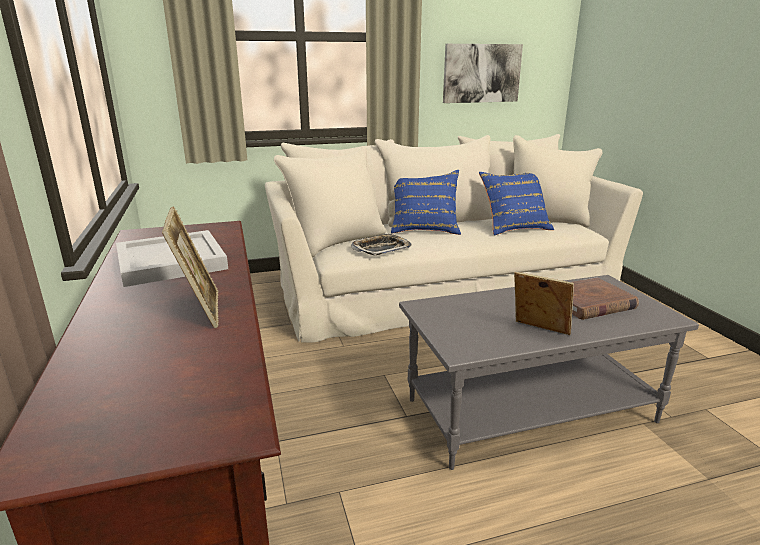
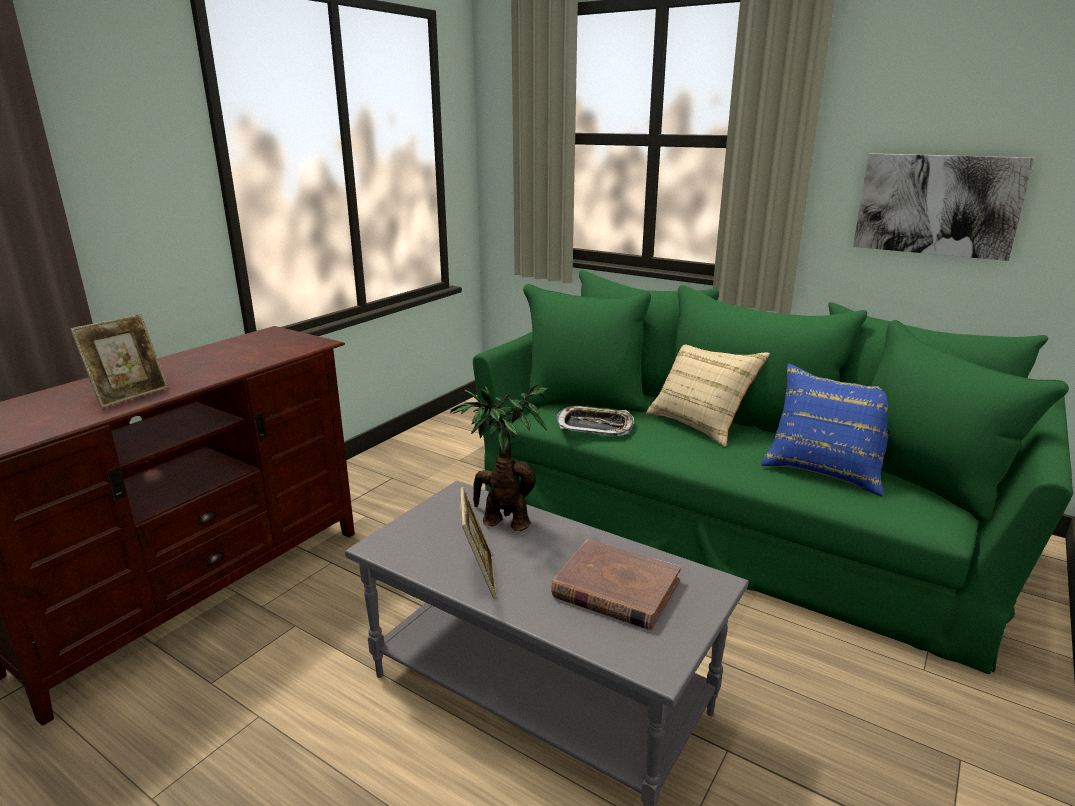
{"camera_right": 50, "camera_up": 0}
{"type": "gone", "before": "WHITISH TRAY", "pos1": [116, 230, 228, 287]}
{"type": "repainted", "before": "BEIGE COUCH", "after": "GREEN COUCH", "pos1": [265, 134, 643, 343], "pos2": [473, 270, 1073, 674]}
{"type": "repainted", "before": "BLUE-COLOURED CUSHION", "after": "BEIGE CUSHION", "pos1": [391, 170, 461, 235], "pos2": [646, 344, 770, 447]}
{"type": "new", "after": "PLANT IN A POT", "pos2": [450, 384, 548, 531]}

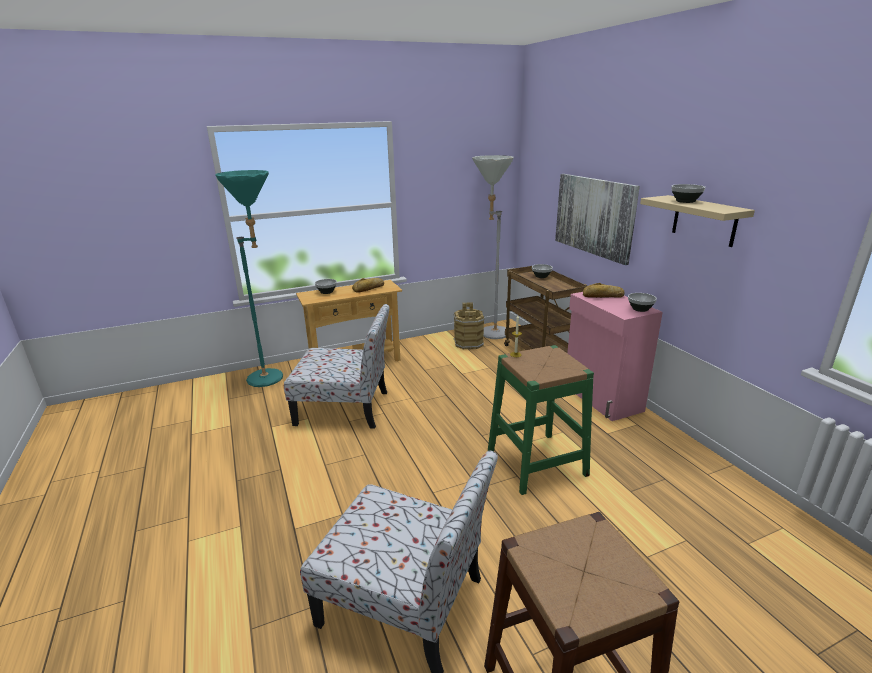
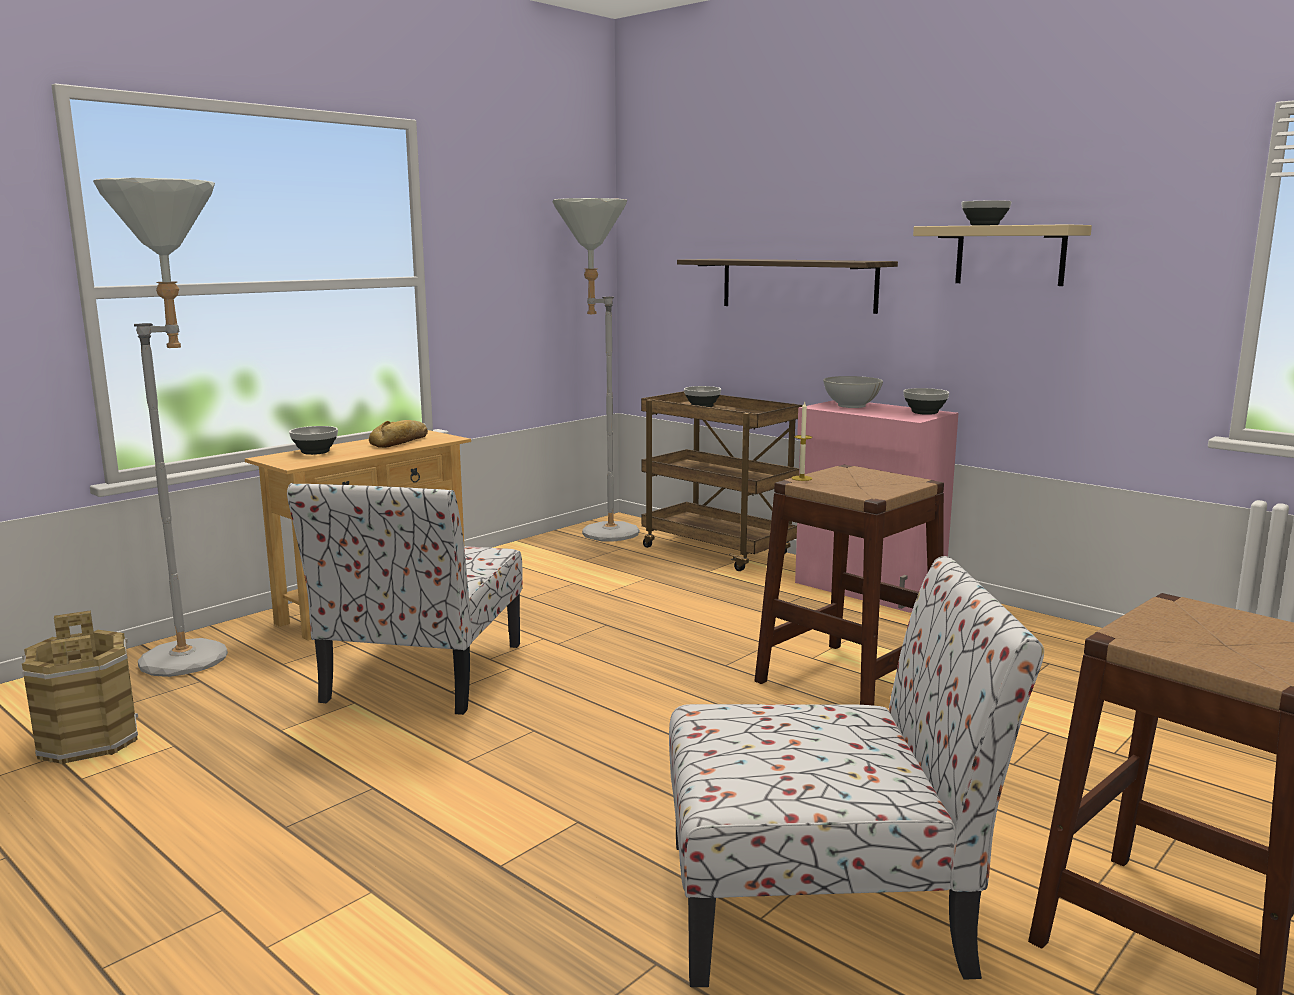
{"camera_right": -25, "camera_up": -10}
{"type": "repainted", "before": "BLUE-GREEN FLOOR LAMP", "after": "GREY FLOOR LAMP", "pos1": [215, 170, 283, 387], "pos2": [93, 178, 228, 677]}
{"type": "rotated", "before": "UPRIGHT CHAIR", "pos1": [284, 304, 390, 428], "pos2": [287, 483, 523, 715], "turn": 120}
{"type": "shifted", "before": "BROWN BUCKET", "pos1": [453, 302, 484, 349], "pos2": [22, 610, 138, 764]}
{"type": "repainted", "before": "GREEN STOOL", "after": "BROWN STOOL", "pos1": [488, 345, 594, 495], "pos2": [754, 465, 944, 706]}
{"type": "swapped", "before": "WALL PICTURE", "after": "WALL SHELF", "pos1": [555, 174, 640, 265], "pos2": [677, 259, 898, 314]}
{"type": "swapped", "before": "BAKERY BREAD", "after": "WHITISH DEEP DISH", "pos1": [583, 283, 625, 298], "pos2": [823, 376, 883, 408]}

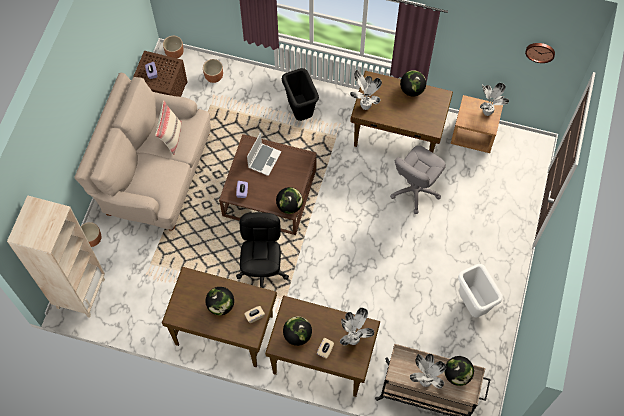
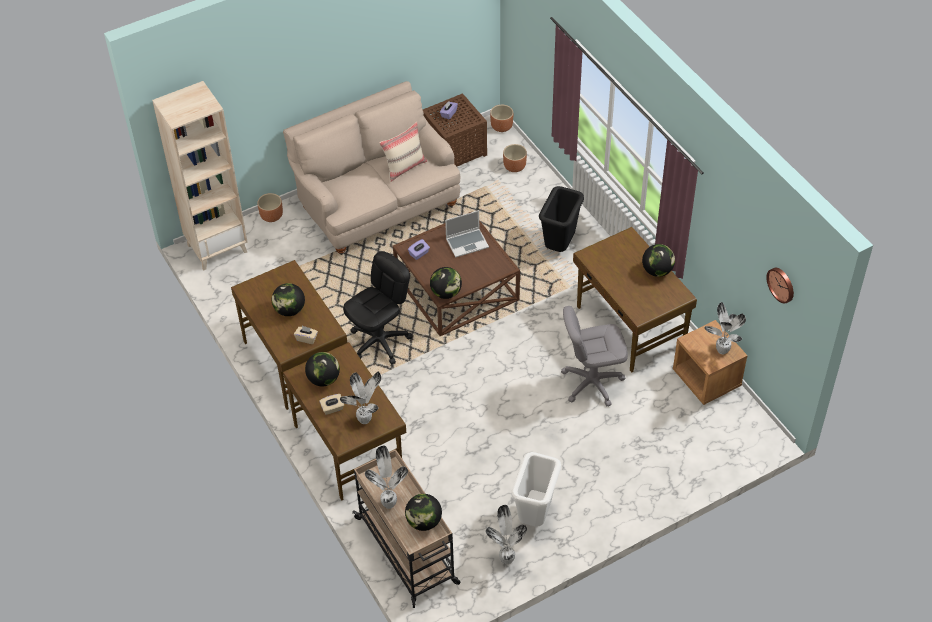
{"camera_right": 45, "camera_up": -15}
{"type": "shifted", "before": "PLANT IN A POT", "pos1": [350, 70, 382, 110], "pos2": [486, 505, 527, 564]}

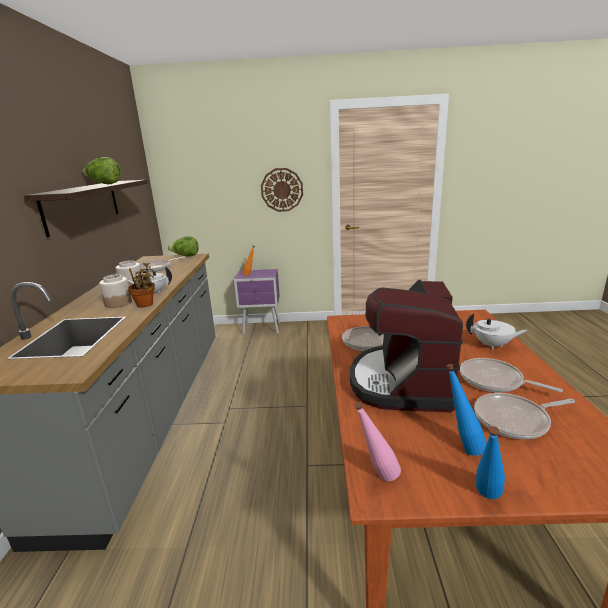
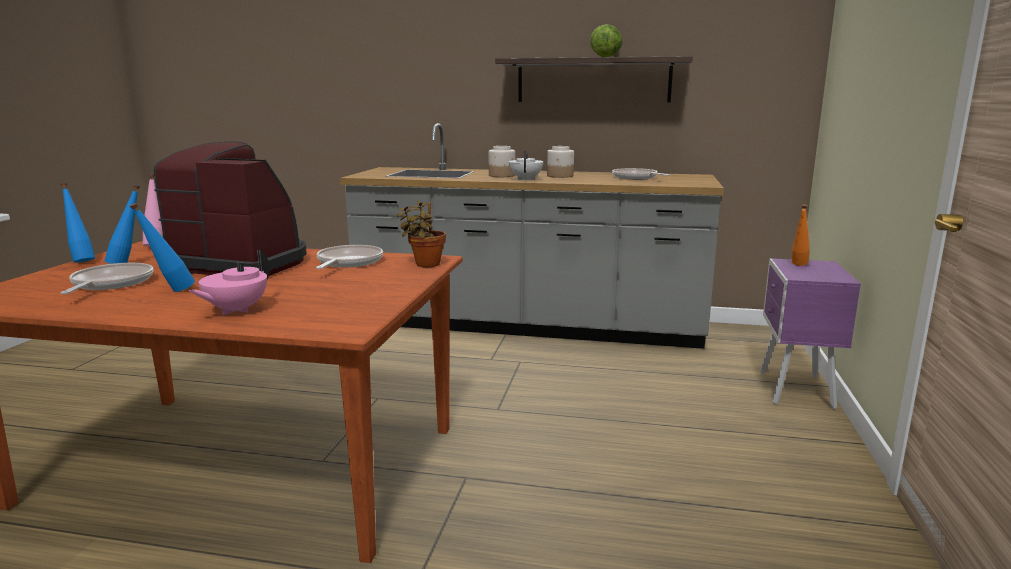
{"camera_right": 100, "camera_up": -5}
{"type": "shifted", "before": "PLANT IN A POT", "pos1": [128, 263, 155, 308], "pos2": [397, 201, 446, 267]}
{"type": "gone", "before": "HEAD OF LETTUCE", "pos1": [168, 236, 199, 257]}
{"type": "gone", "before": "WALL CLOCK", "pos1": [261, 168, 303, 212]}
{"type": "swapped", "before": "FRYING PAN", "after": "BLUE-COLOURED DRINK BOTTLE", "pos1": [460, 358, 563, 392], "pos2": [130, 203, 195, 292]}
{"type": "repainted", "before": "WHITISH TEA POT", "after": "PINKISH TEA POT", "pos1": [466, 313, 528, 350], "pos2": [189, 250, 270, 315]}

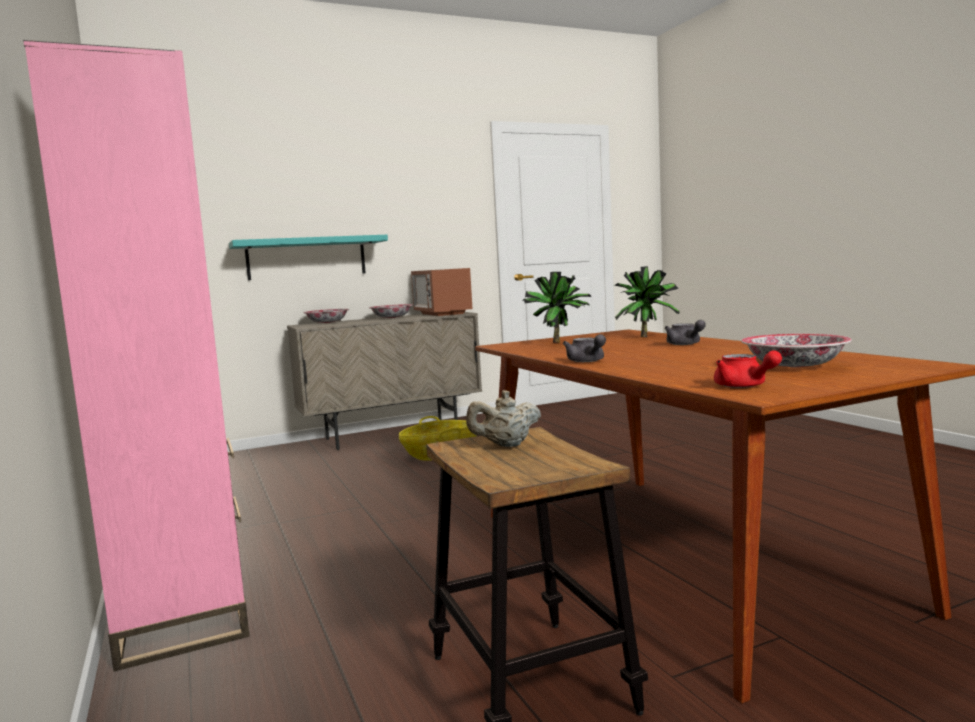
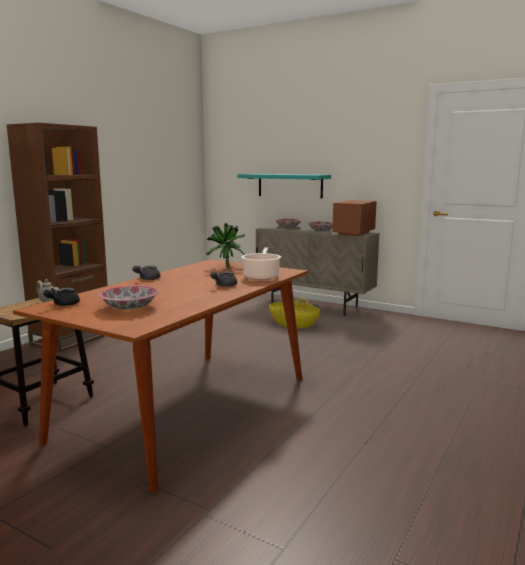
{"camera_right": 55, "camera_up": 5}
{"type": "repainted", "before": "PINKISH SHELVING UNIT", "after": "BROWN SHELVING UNIT", "pos1": [23, 40, 249, 672], "pos2": [6, 123, 108, 352]}
{"type": "swapped", "before": "PLANT IN A POT", "after": "STOCKPOT", "pos1": [614, 266, 680, 337], "pos2": [241, 248, 281, 280]}
{"type": "repainted", "before": "REDDISH TEA POT", "after": "BLACK-COLOURED TEA POT", "pos1": [714, 351, 782, 388], "pos2": [43, 288, 80, 306]}

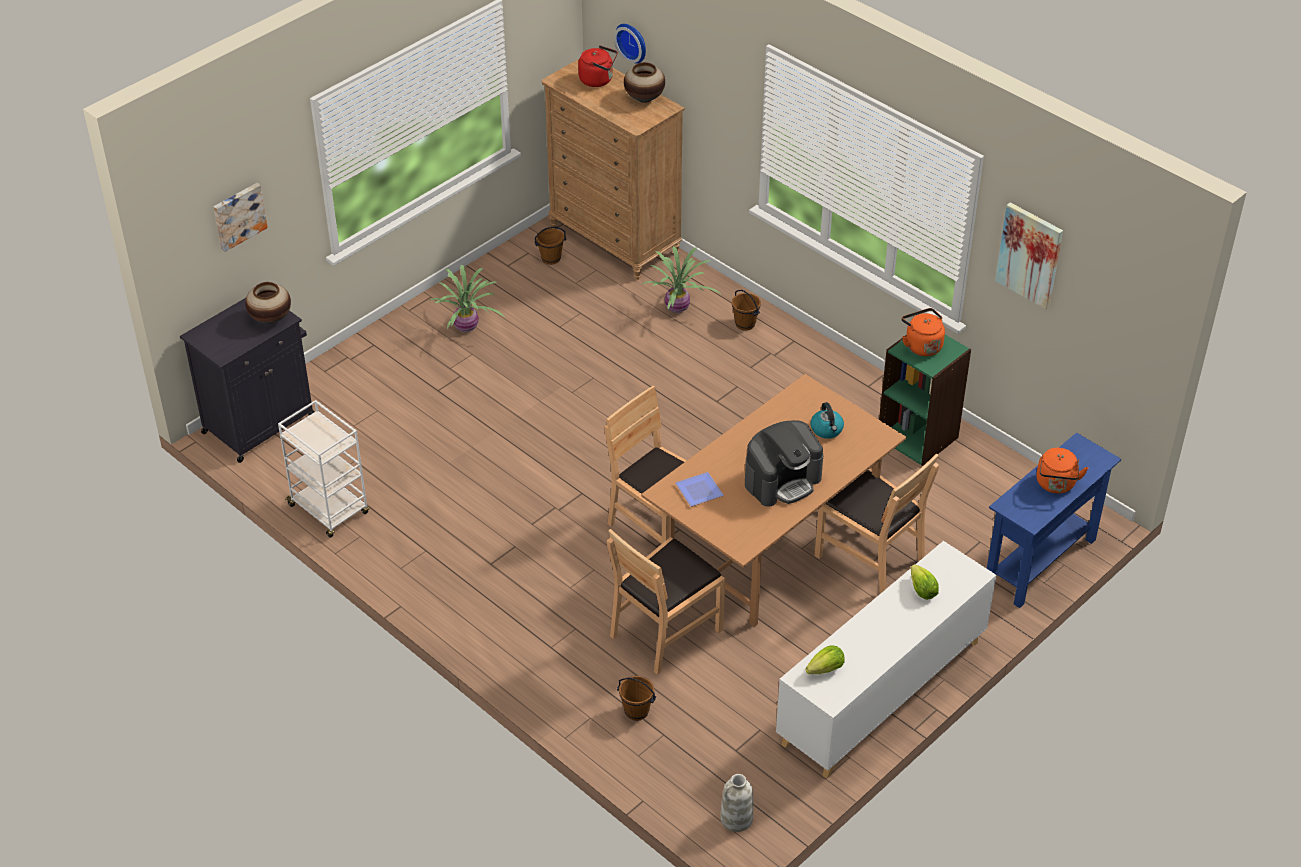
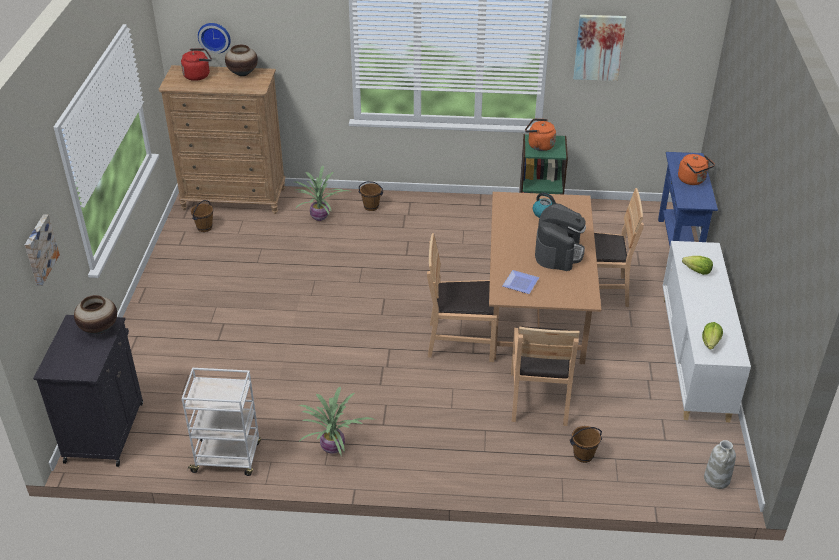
{"camera_right": -40, "camera_up": -5}
{"type": "shifted", "before": "PLANT IN A POT", "pos1": [429, 265, 504, 332], "pos2": [299, 386, 376, 457]}

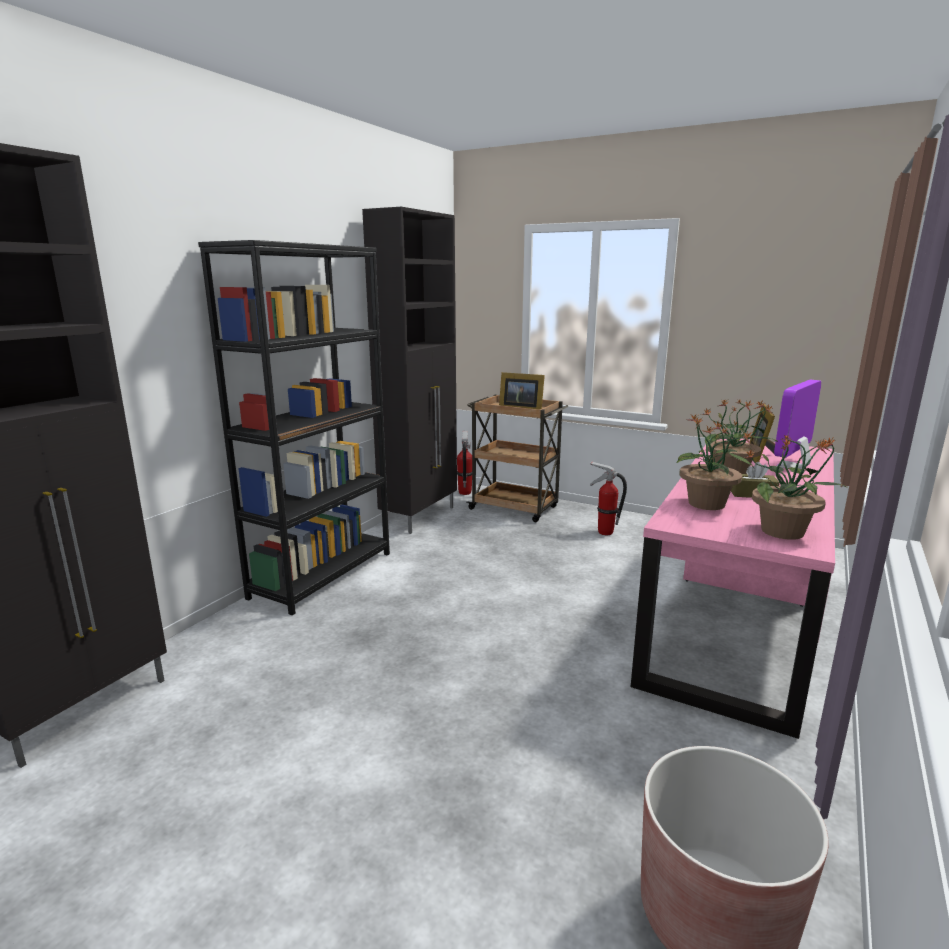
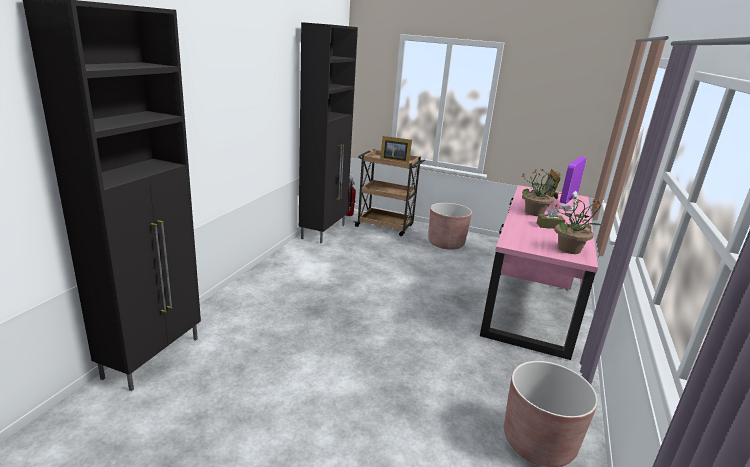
{"camera_right": -10, "camera_up": 5}
{"type": "gone", "before": "BLACK-COLOURED SHELVING UNIT", "pos1": [198, 240, 390, 615]}
{"type": "swapped", "before": "EXTINGUISHER", "after": "BROWN PLANT POT", "pos1": [590, 461, 627, 535], "pos2": [428, 203, 472, 250]}
{"type": "gone", "before": "PLANT IN A POT", "pos1": [676, 414, 754, 510]}

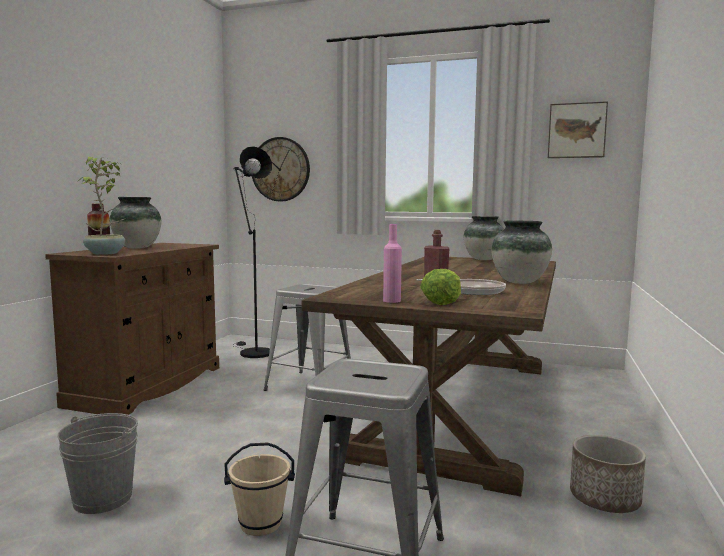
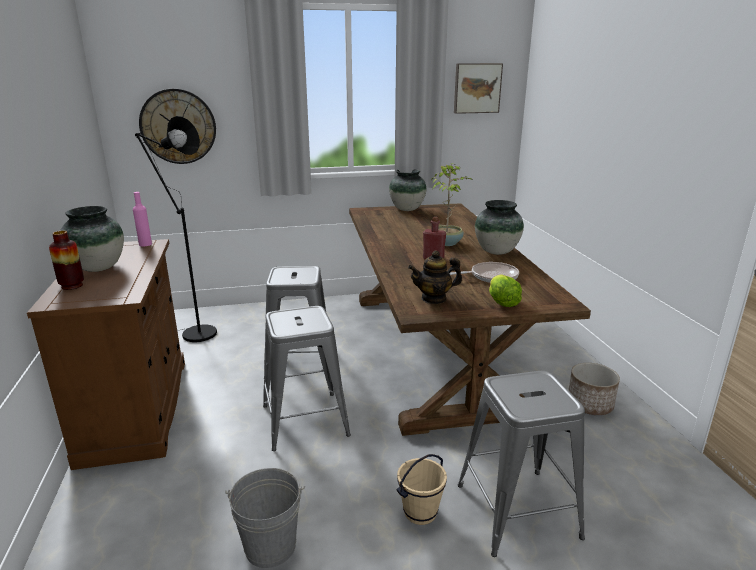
{"camera_right": -30, "camera_up": 15}
{"type": "shifted", "before": "PLANT IN A POT", "pos1": [81, 157, 126, 255], "pos2": [431, 163, 472, 246]}
{"type": "shifted", "before": "PINKISH DRINK BOTTLE", "pos1": [383, 224, 402, 303], "pos2": [133, 192, 152, 246]}
{"type": "new", "after": "GREY STOOL", "pos2": [263, 306, 351, 451]}
{"type": "new", "after": "TEA POT", "pos2": [408, 250, 462, 304]}

